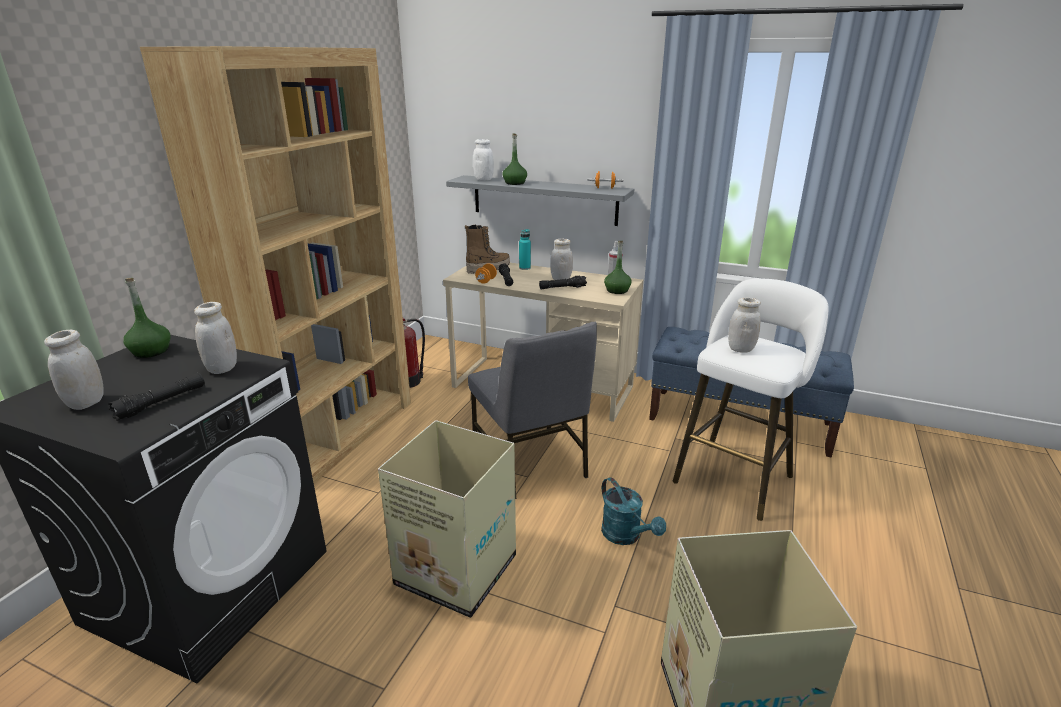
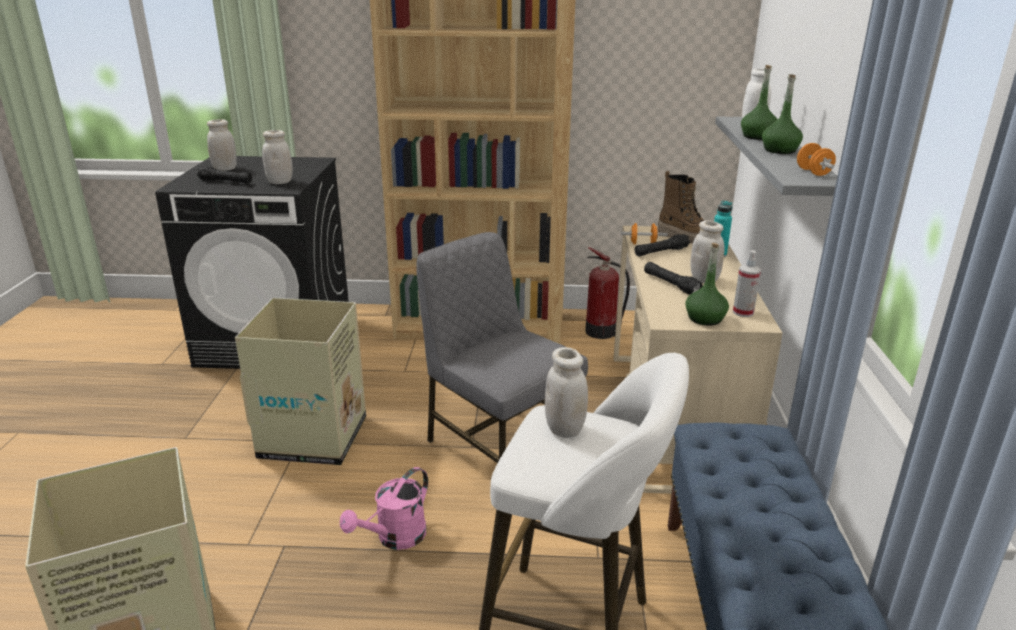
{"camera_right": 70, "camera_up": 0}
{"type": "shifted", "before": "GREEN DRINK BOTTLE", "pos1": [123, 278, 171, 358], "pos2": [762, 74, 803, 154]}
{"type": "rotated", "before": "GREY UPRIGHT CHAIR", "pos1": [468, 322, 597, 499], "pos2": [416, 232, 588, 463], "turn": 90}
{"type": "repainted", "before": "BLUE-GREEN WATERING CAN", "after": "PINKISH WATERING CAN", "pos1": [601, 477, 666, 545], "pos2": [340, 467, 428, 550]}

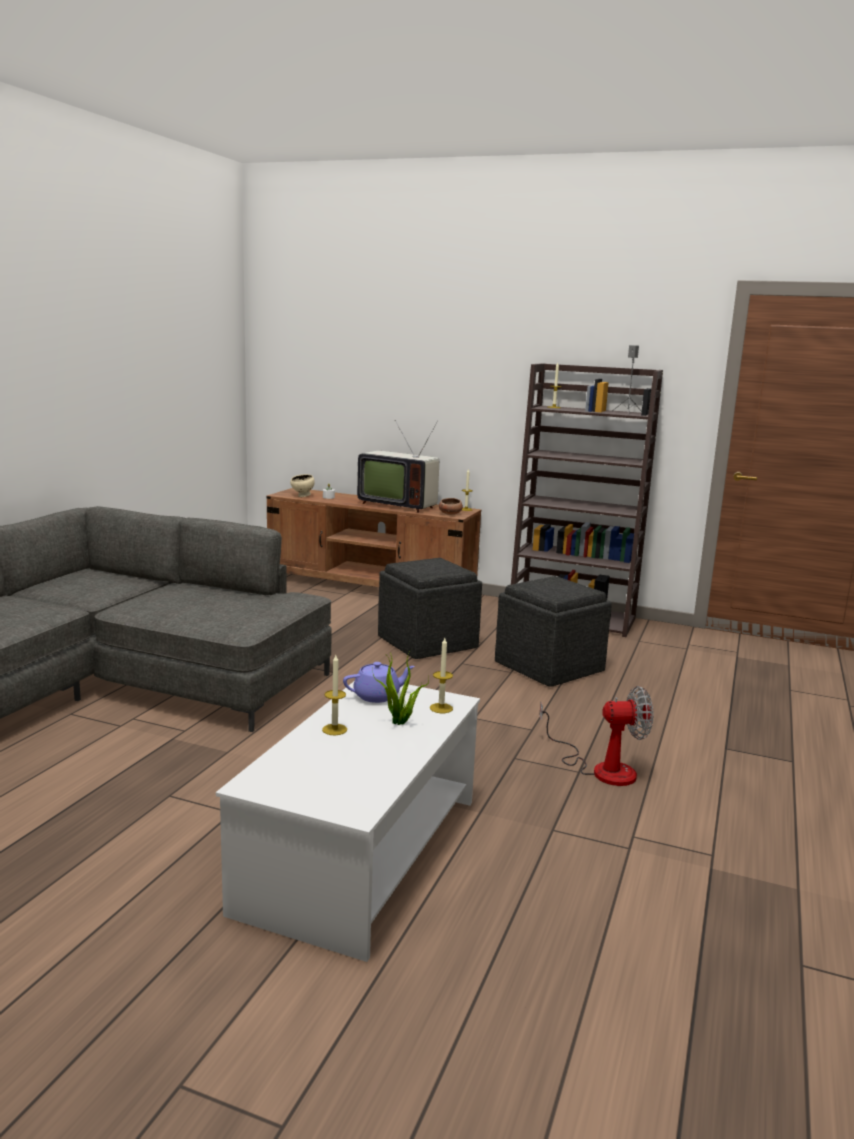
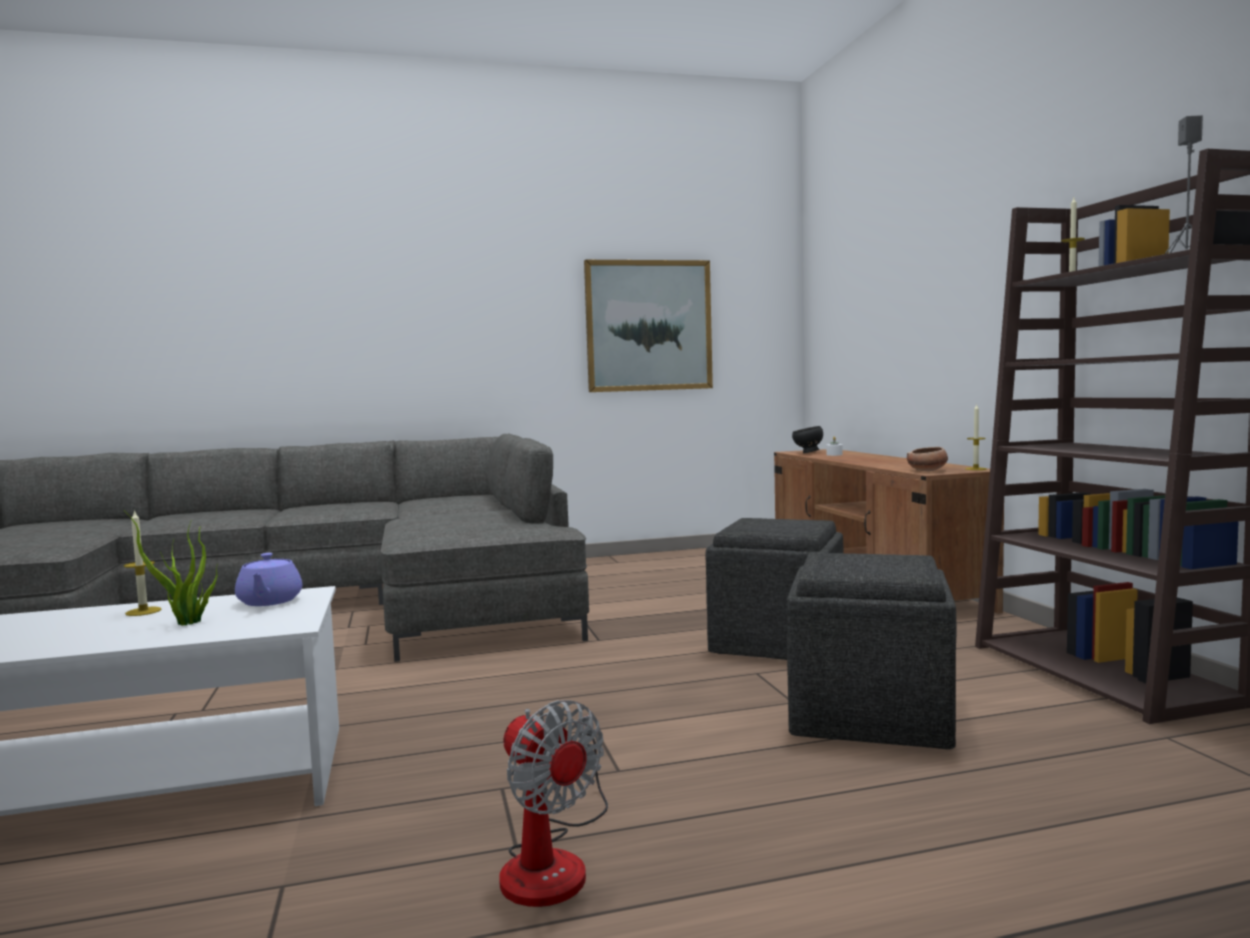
{"camera_right": 55, "camera_up": -10}
{"type": "repainted", "before": "BEIGE DEEP DISH", "after": "BLACK-COLOURED DEEP DISH", "pos1": [290, 474, 315, 497], "pos2": [792, 426, 823, 454]}
{"type": "rotated", "before": "PURPLISH TEA POT", "pos1": [343, 662, 415, 703], "pos2": [235, 553, 302, 606], "turn": 45}
{"type": "gone", "before": "TV", "pos1": [357, 420, 439, 513]}
{"type": "gone", "before": "CANDLE", "pos1": [430, 638, 453, 713]}
{"type": "new", "after": "WALL PICTURE", "pos2": [584, 260, 713, 392]}

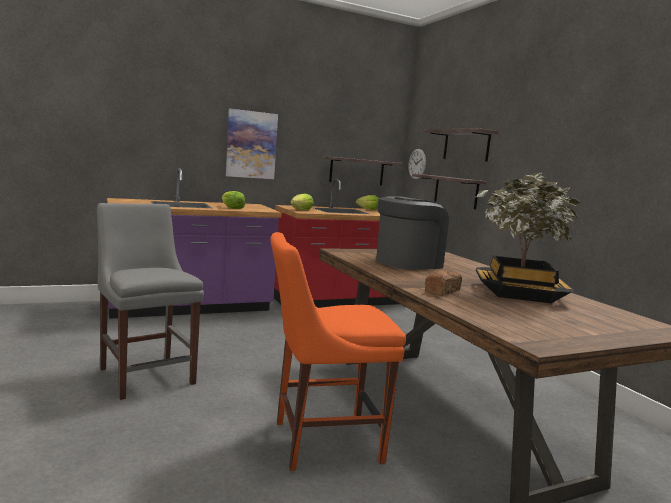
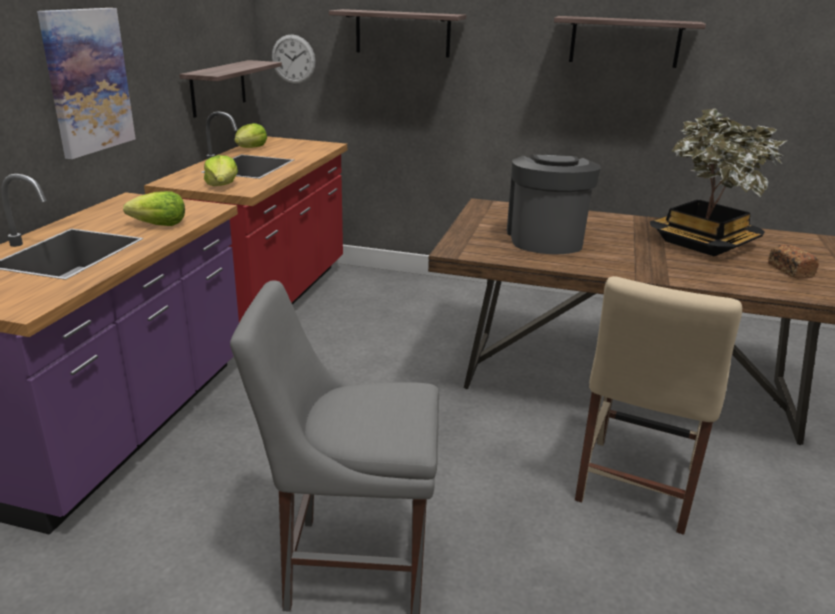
{"camera_right": -50, "camera_up": 15}
{"type": "repainted", "before": "ORANGEY UPRIGHT CHAIR", "after": "BEIGE UPRIGHT CHAIR", "pos1": [271, 232, 406, 471], "pos2": [575, 276, 742, 535]}
{"type": "shifted", "before": "WALL SHELF", "pos1": [412, 174, 487, 209], "pos2": [554, 16, 706, 68]}
{"type": "shifted", "before": "BAKERY BREAD", "pos1": [425, 271, 462, 296], "pos2": [768, 244, 819, 278]}

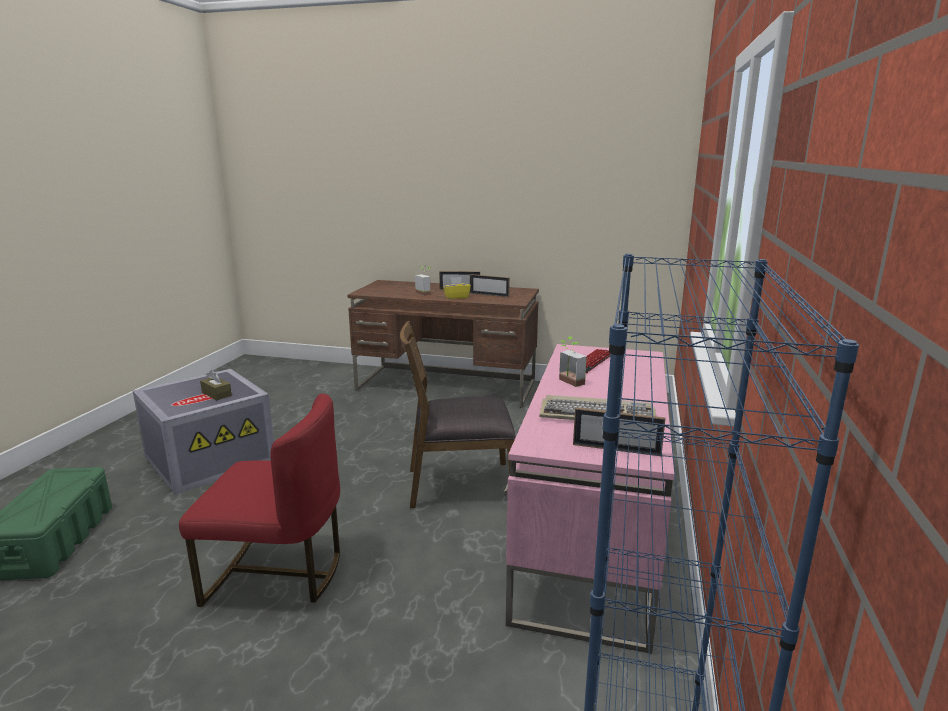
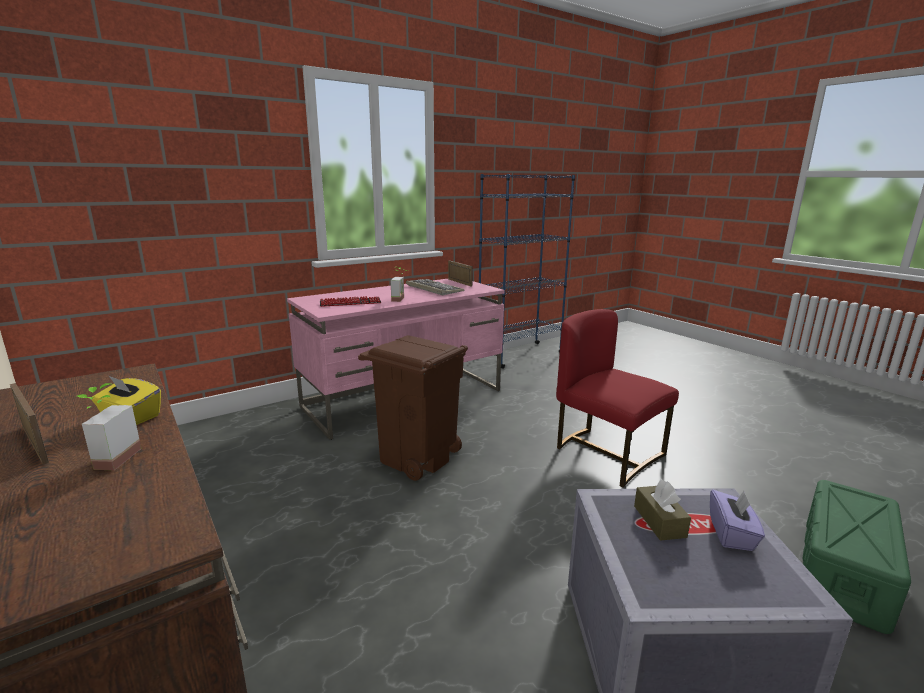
{"camera_right": -140, "camera_up": 0}
{"type": "swapped", "before": "BROWN UPRIGHT CHAIR", "after": "BROWN RUBBISH BIN", "pos1": [400, 321, 516, 508], "pos2": [358, 335, 468, 481]}
{"type": "gone", "before": "PICTURE FRAME", "pos1": [470, 274, 510, 297]}
{"type": "new", "after": "PURPLISH TISSUE BOX", "pos2": [710, 490, 765, 551]}

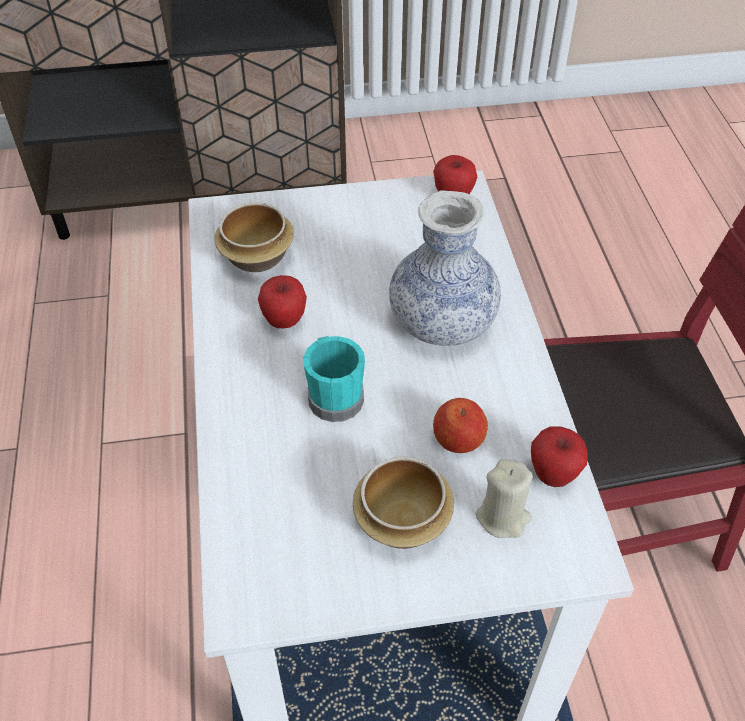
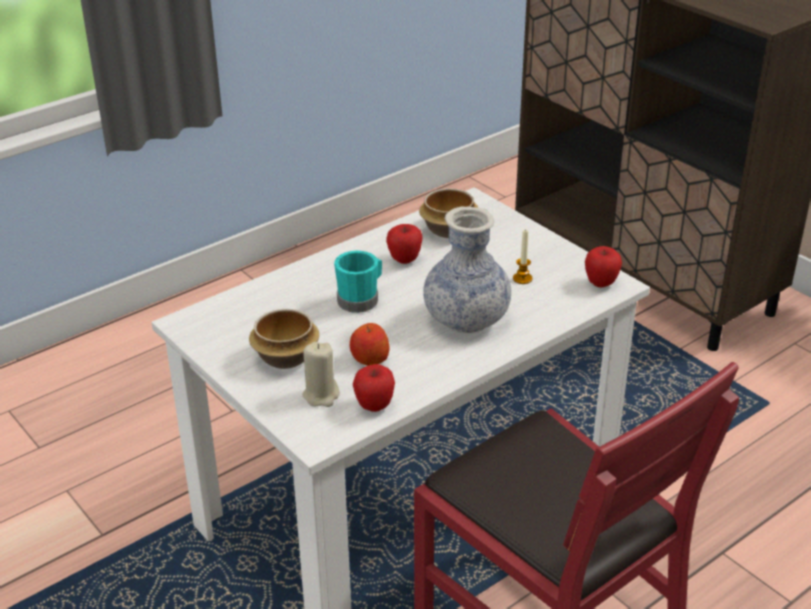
{"camera_right": 60, "camera_up": -15}
{"type": "new", "after": "CANDLE", "pos2": [513, 229, 532, 284]}

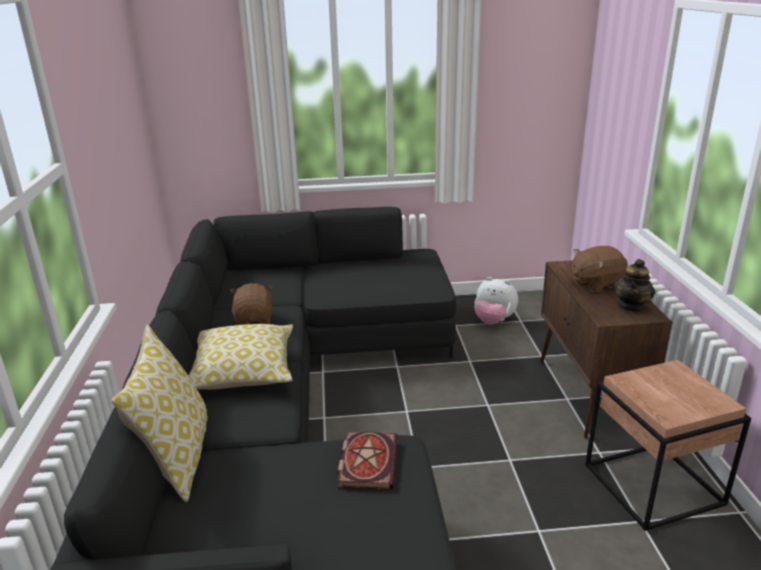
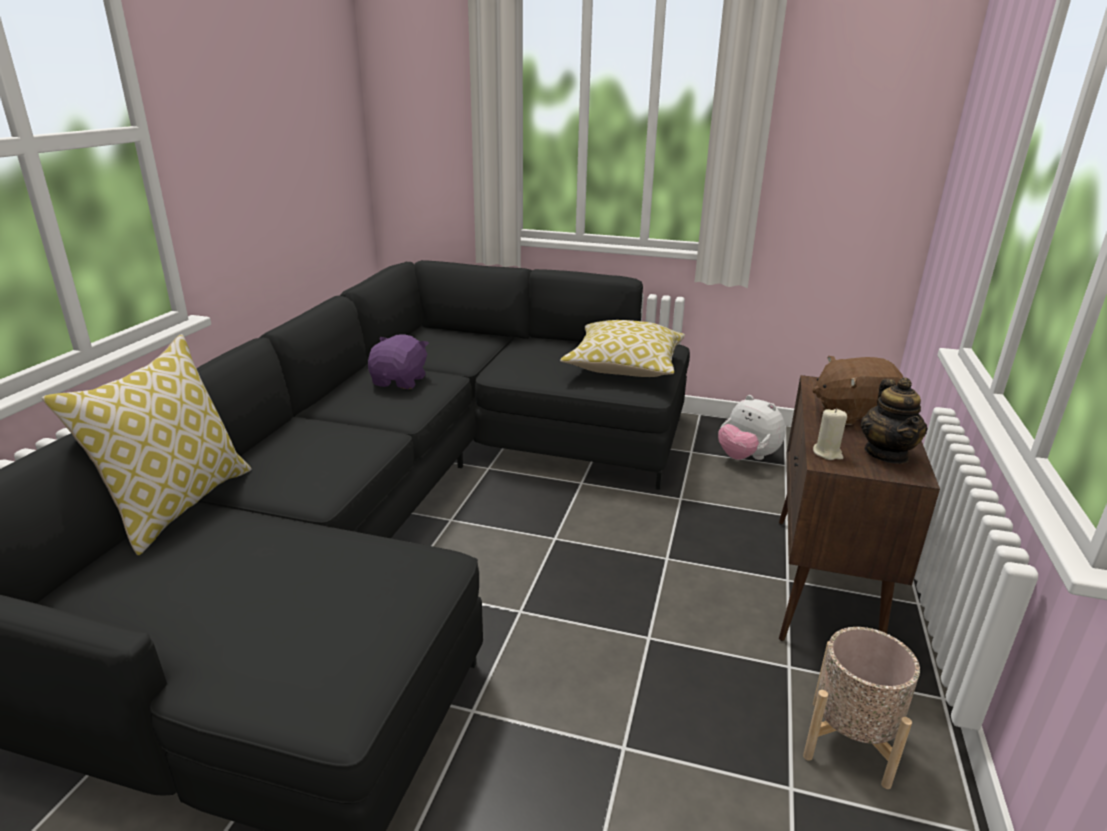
{"camera_right": 20, "camera_up": 0}
{"type": "shifted", "before": "CUSHION", "pos1": [189, 324, 293, 390], "pos2": [560, 320, 685, 377]}
{"type": "repainted", "before": "BROWN CUDDLY TOY", "after": "PURPLISH CUDDLY TOY", "pos1": [230, 283, 272, 325], "pos2": [368, 334, 429, 389]}
{"type": "gone", "before": "BOOK", "pos1": [337, 432, 398, 490]}
{"type": "swapped", "before": "BROWN SIDE TABLE", "after": "BEIGE PLANT POT", "pos1": [585, 360, 751, 531], "pos2": [803, 627, 920, 789]}
{"type": "rotated", "before": "TEA POT", "pos1": [614, 259, 655, 312], "pos2": [861, 377, 928, 464], "turn": -45}
{"type": "new", "after": "BEIGE CANDLE", "pos2": [813, 408, 847, 460]}

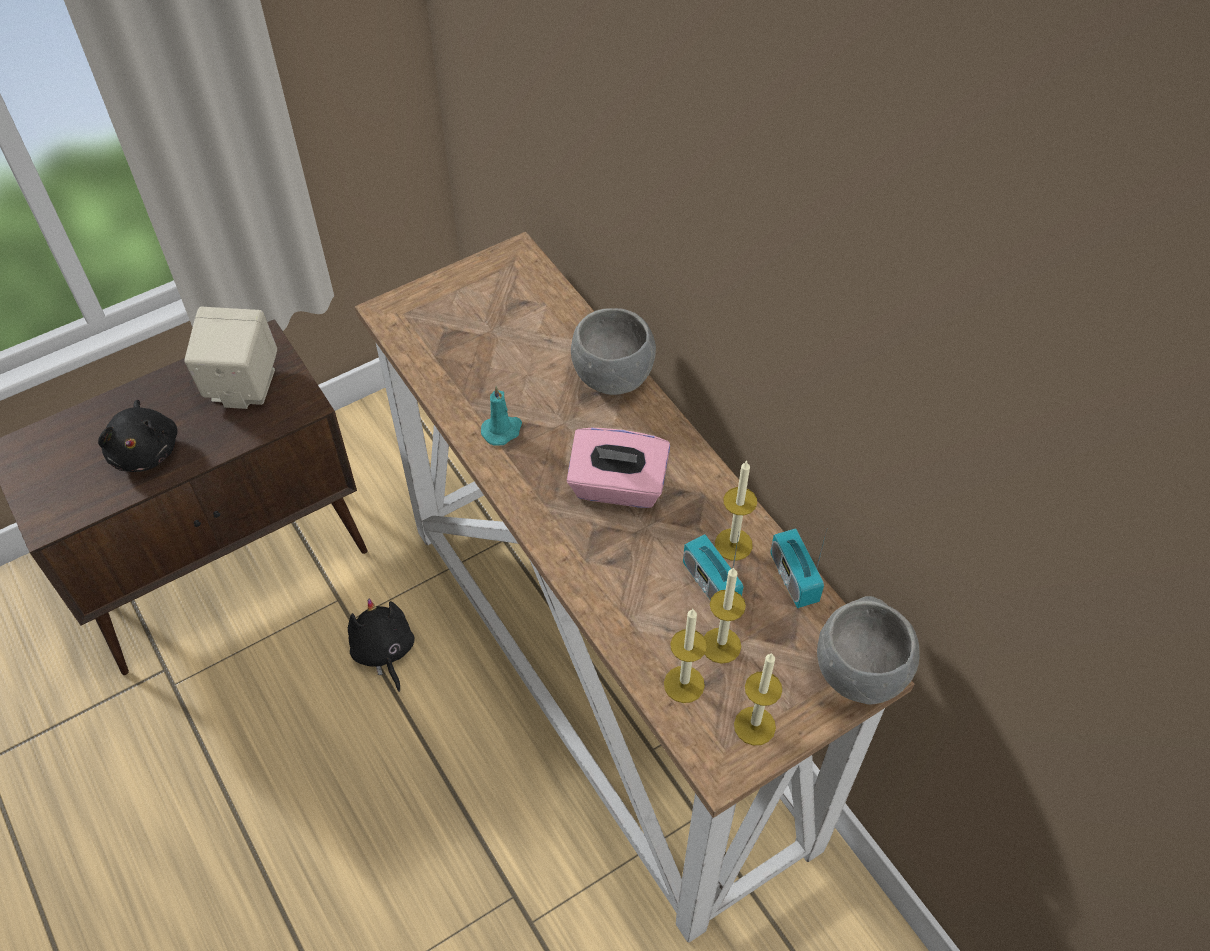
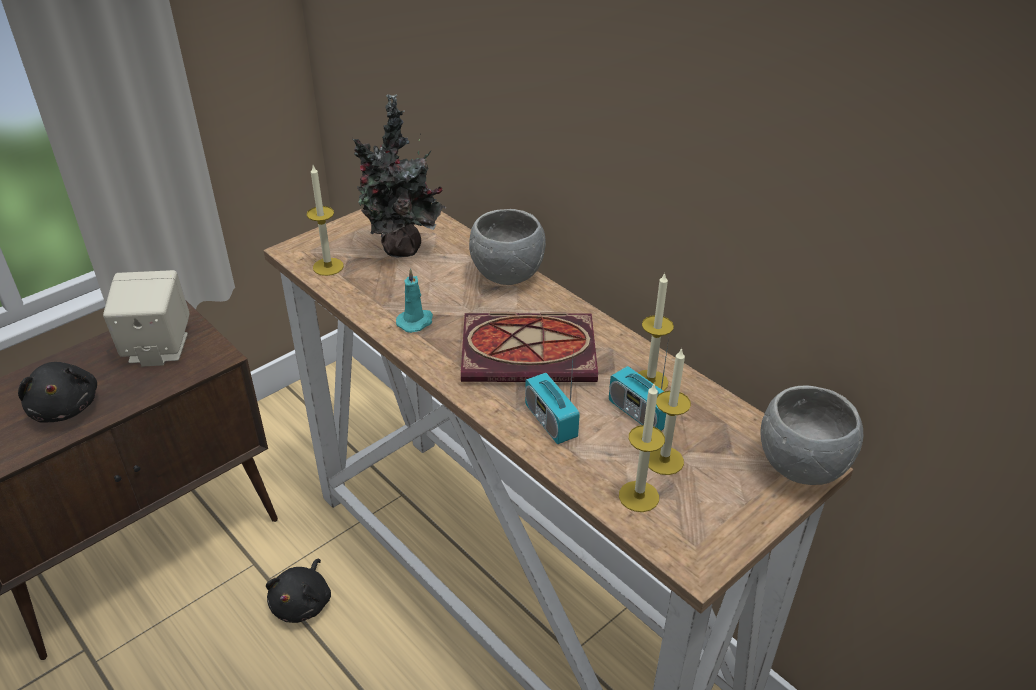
{"camera_right": -10, "camera_up": -15}
{"type": "rotated", "before": "BLACK-COLOURED CUDDLY TOY", "pos1": [348, 599, 415, 692], "pos2": [266, 559, 331, 623], "turn": -135}
{"type": "swapped", "before": "PINKISH TISSUE BOX", "after": "BOOK", "pos1": [567, 428, 670, 508], "pos2": [461, 312, 598, 382]}
{"type": "shifted", "before": "CANDLE", "pos1": [734, 653, 782, 745], "pos2": [307, 165, 344, 276]}
{"type": "shifted", "before": "RADIO", "pos1": [770, 528, 827, 608], "pos2": [525, 348, 580, 444]}
{"type": "new", "after": "PLANT IN A POT", "pos2": [353, 94, 446, 258]}

